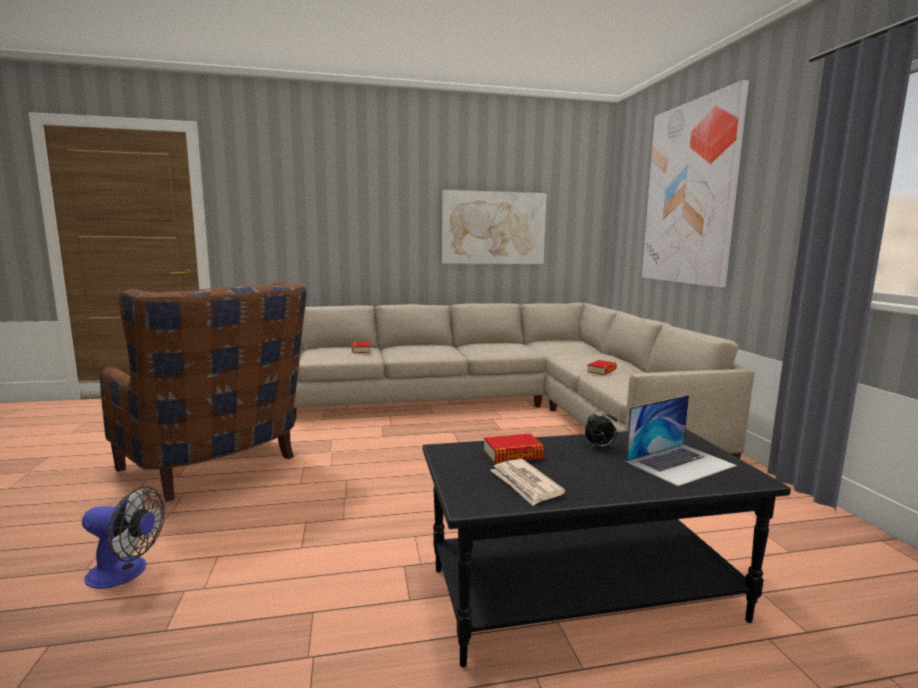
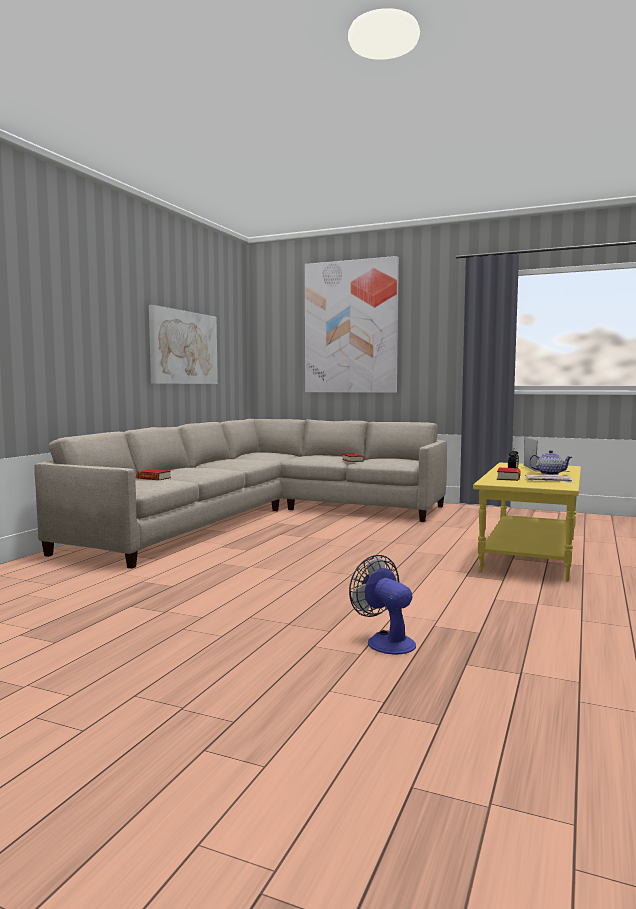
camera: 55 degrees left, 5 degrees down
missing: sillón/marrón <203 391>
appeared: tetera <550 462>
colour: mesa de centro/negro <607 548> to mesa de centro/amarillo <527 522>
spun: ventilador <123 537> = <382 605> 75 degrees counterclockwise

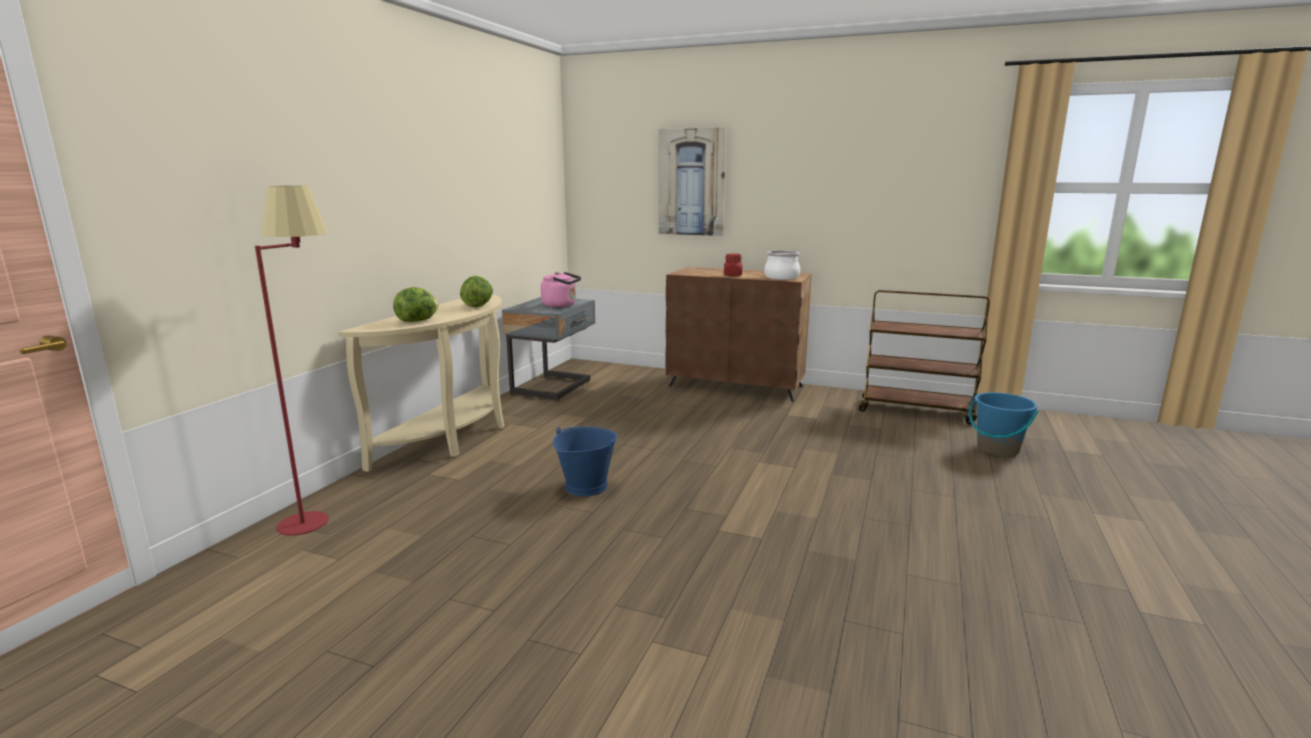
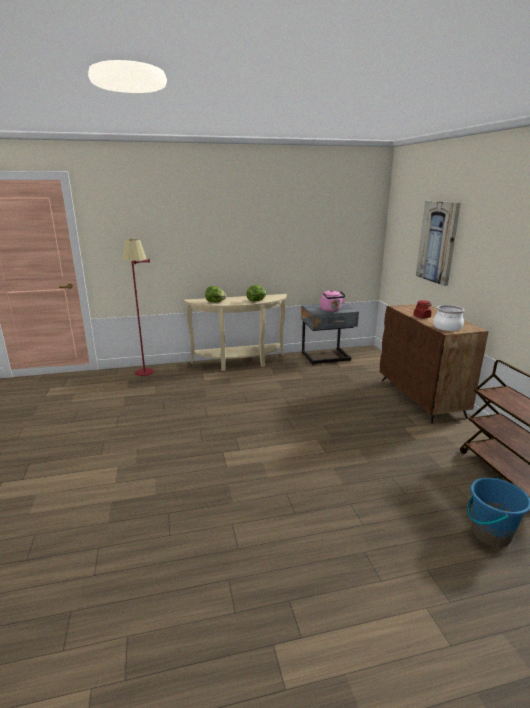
camera: 55 degrees right, 5 degrees up
missing: cubo/azul <585 461>

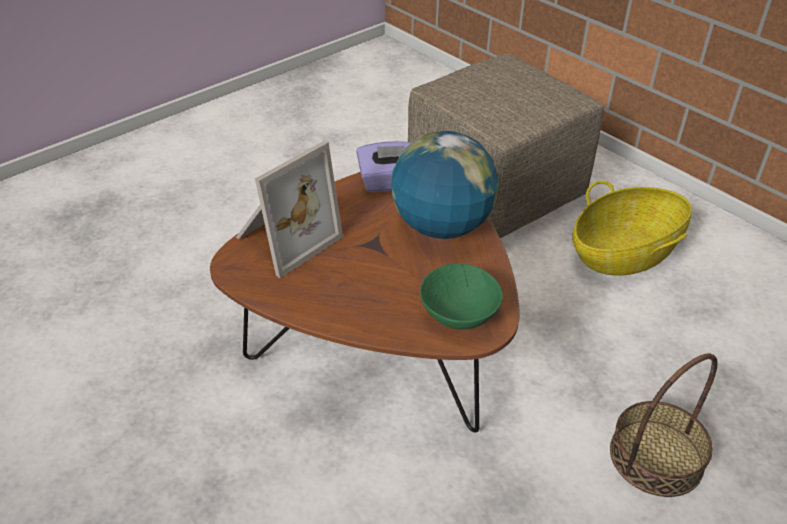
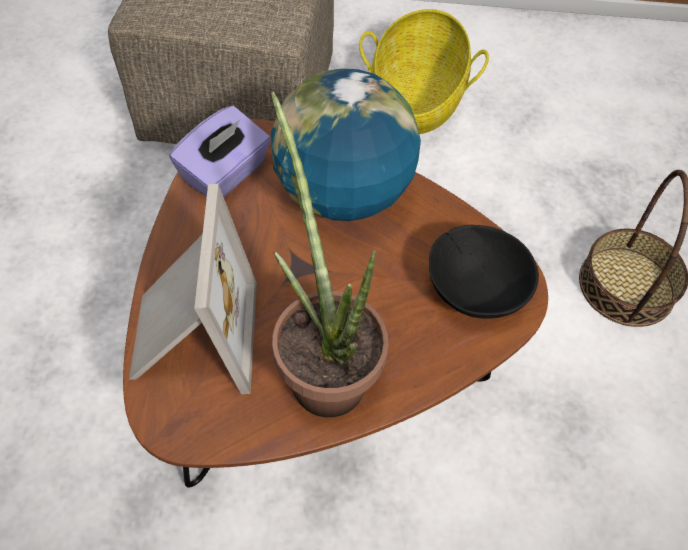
camera: 45 degrees left, 15 degrees up
appeared: planta en maceta <330 254>
colour: cuenco/verde <461 297> to cuenco/negro <484 272>

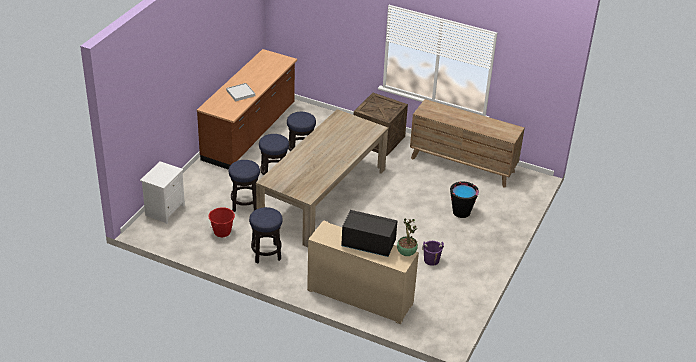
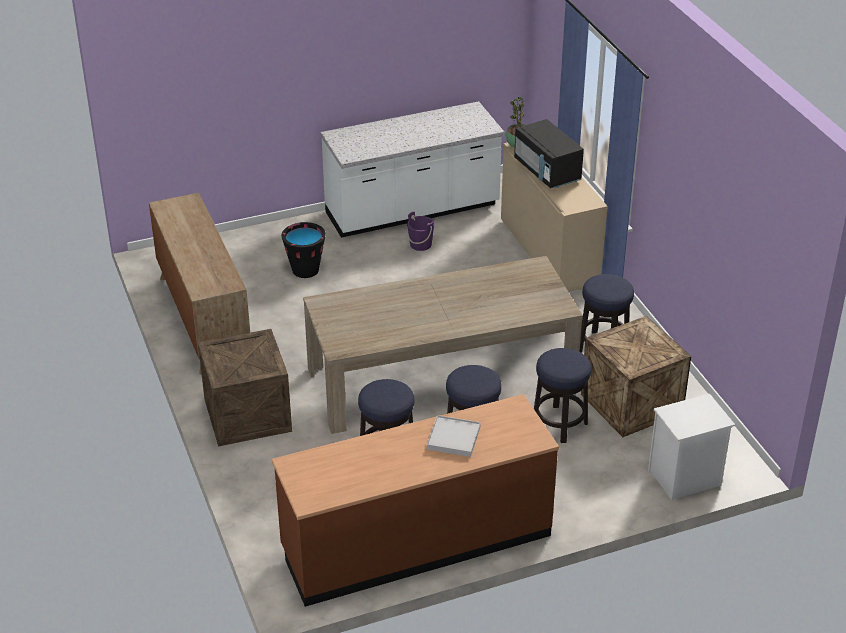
camera: 135 degrees left, 0 degrees up
appeared: mueble bajo de cocina/blanco <412 169>
exchanged: cubo/rojo <221 222> to caja de embalaje <636 376>

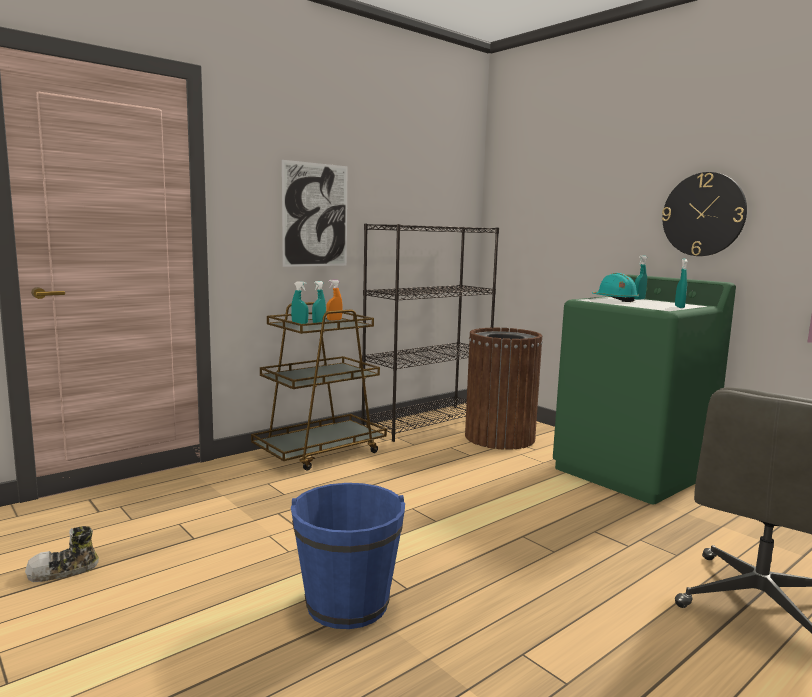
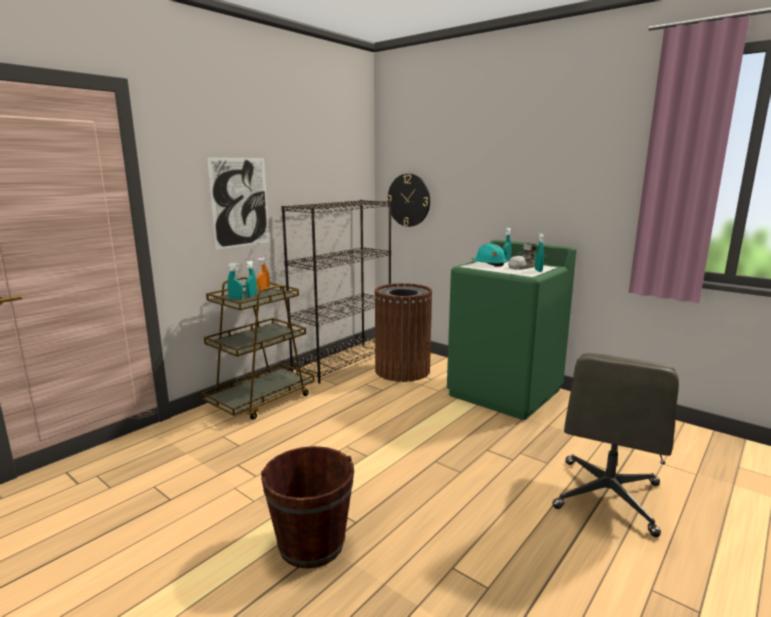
camera: 10 degrees left, 5 degrees up
relocated: reloj de pared <704 214> to <408 200>; zapato <62 554> to <522 257>
colour: cubo/azul <348 556> to cubo/marrón <307 507>

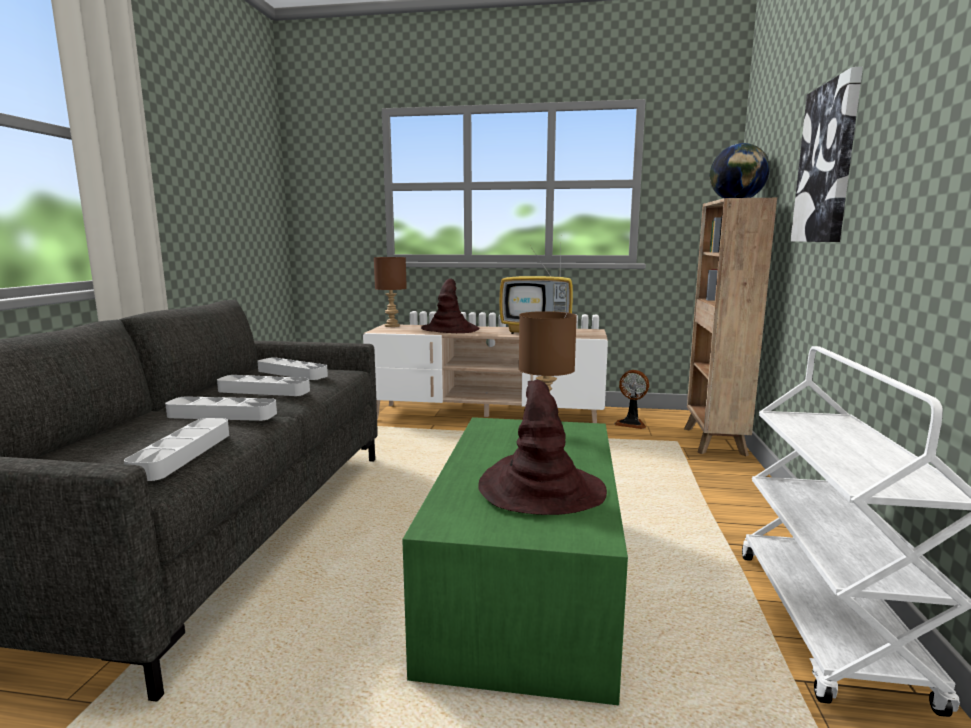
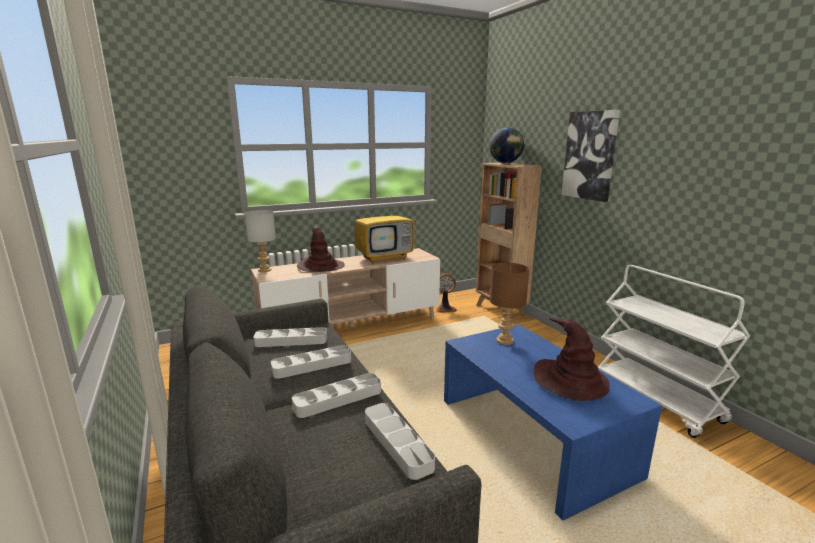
camera: 35 degrees left, 5 degrees up
colour: lámpara de mesa/marrón <390 292> to lámpara de mesa/gris <260 241>; mesa de centro/verde <515 561> to mesa de centro/azul <553 422>

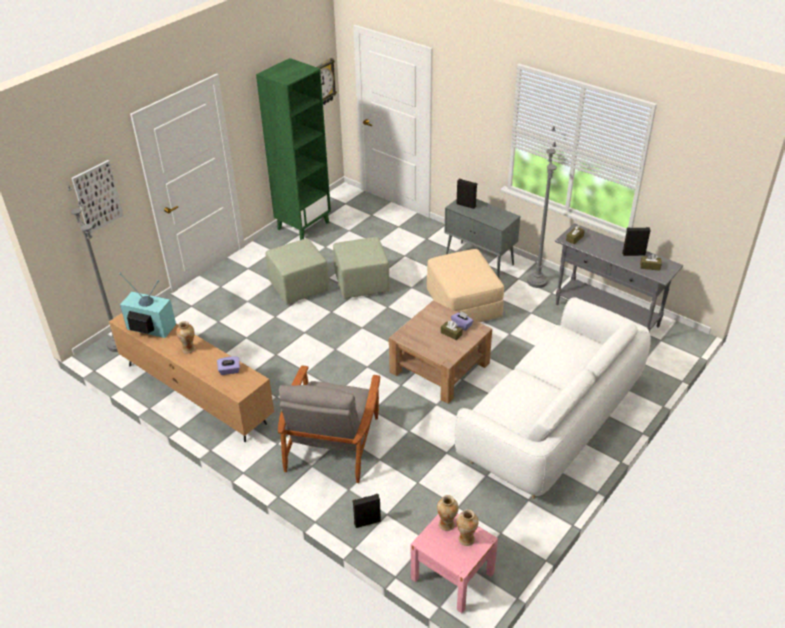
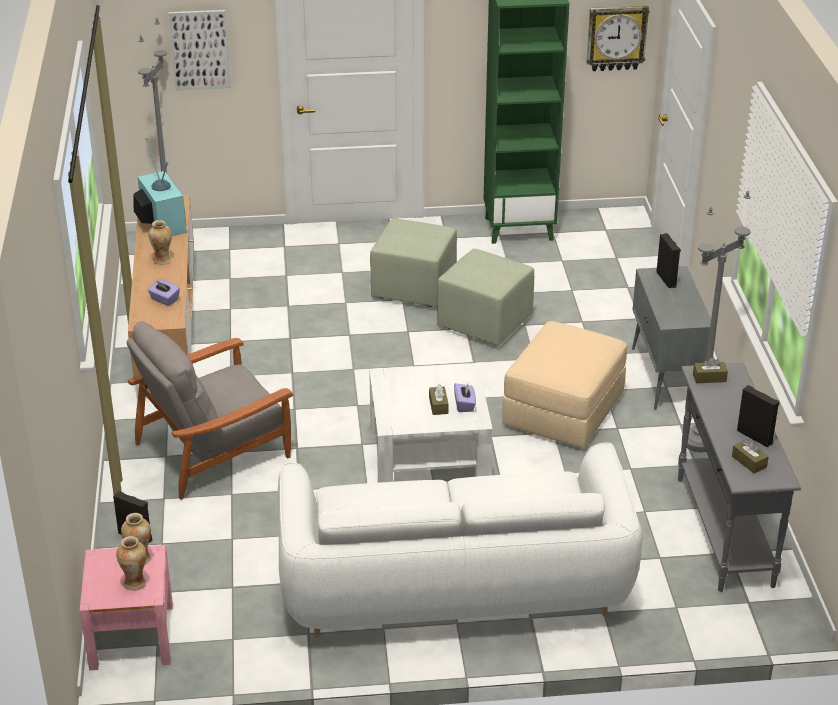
camera: 45 degrees right, 5 degrees down
colour: mesa de centro/marrón <440 352> to mesa de centro/blanco <431 423>

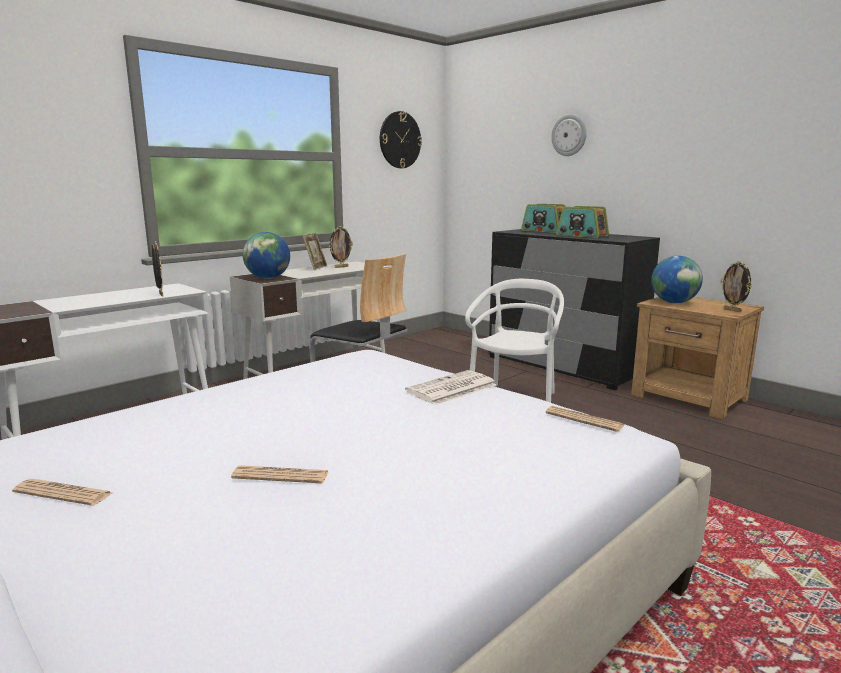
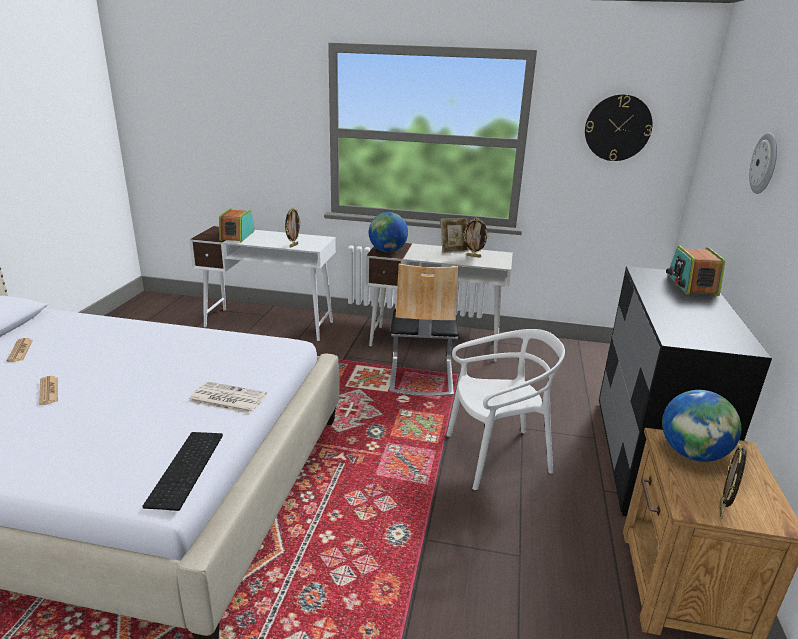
camera: 55 degrees right, 10 degrees up
relocated: radio <582 222> to <235 225>
exchanged: periódico <585 419> to teclado <182 471>

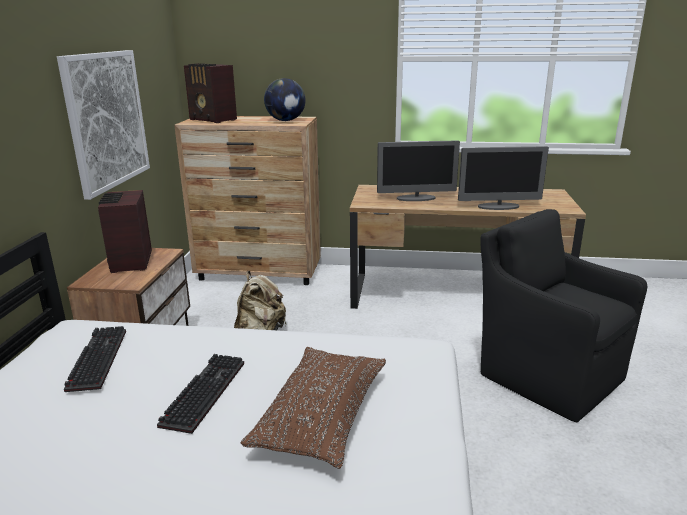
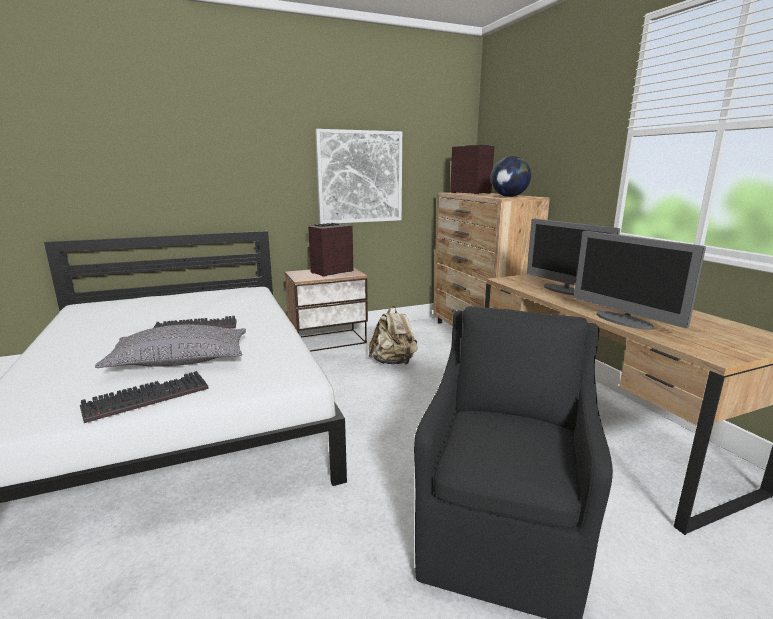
camera: 60 degrees right, 5 degrees down
relocated: teclado <95 359> to <144 397>
colour: cojín/marrón <313 408> to cojín/gris <170 346>
spun: radio <210 93> = <472 169> 135 degrees clockwise

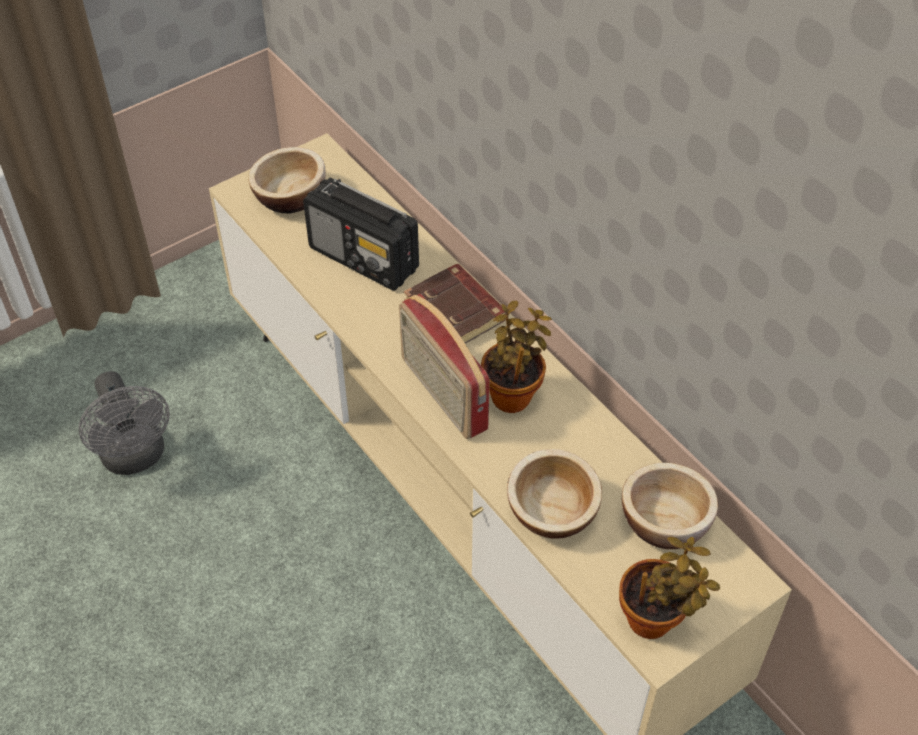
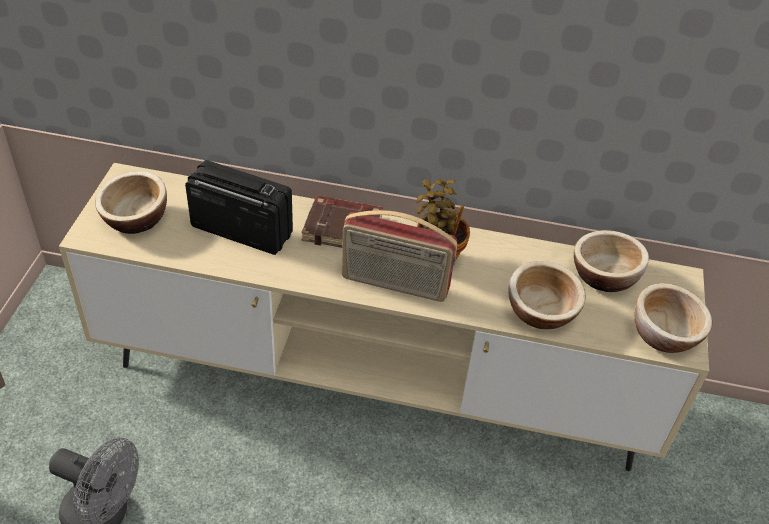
camera: 45 degrees left, 5 degrees down
exchanged: planta en maceta <669 588> to cuenco <673 318>
spun: radio <361 234> = <239 207> 150 degrees counterclockwise

